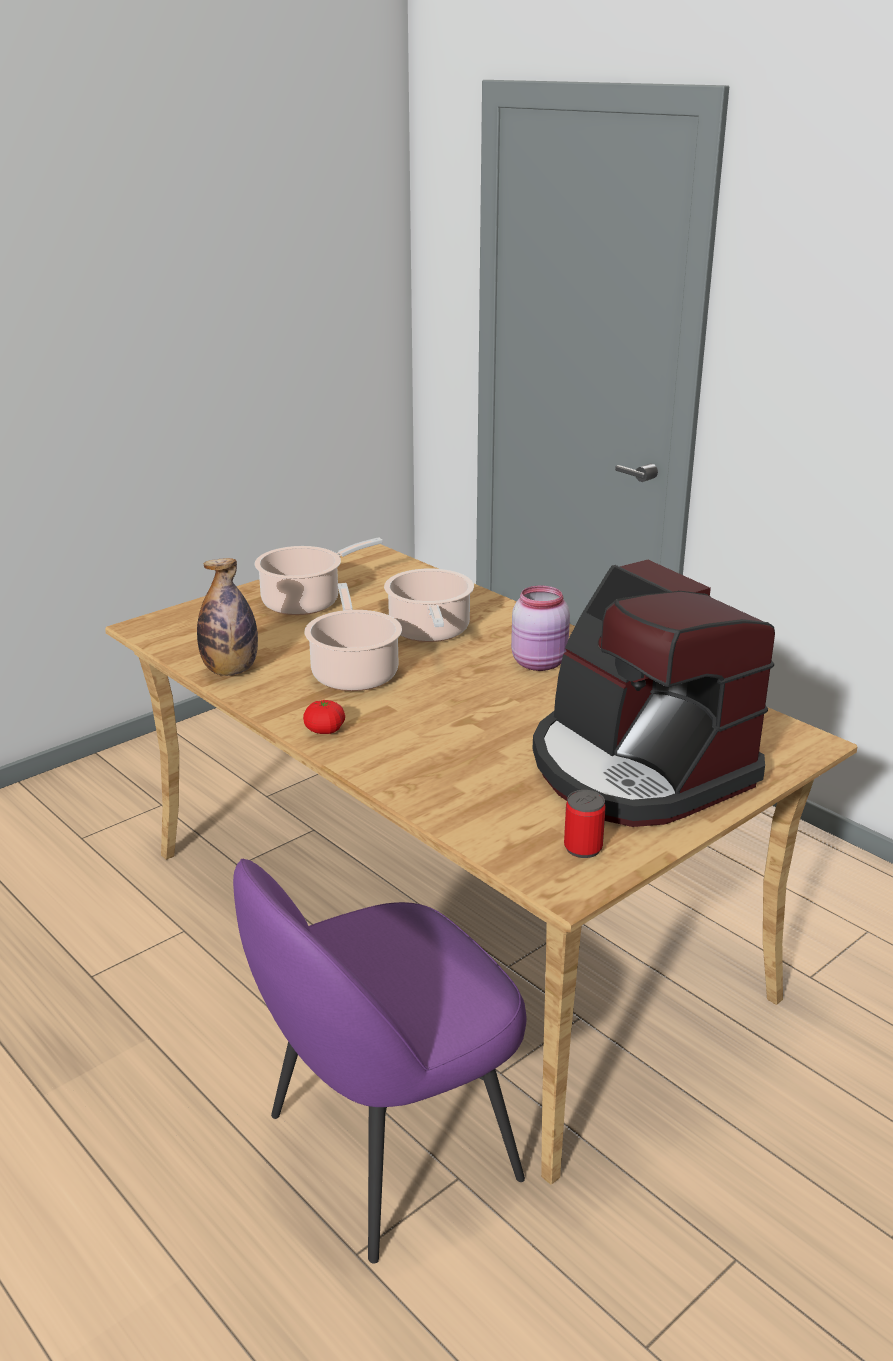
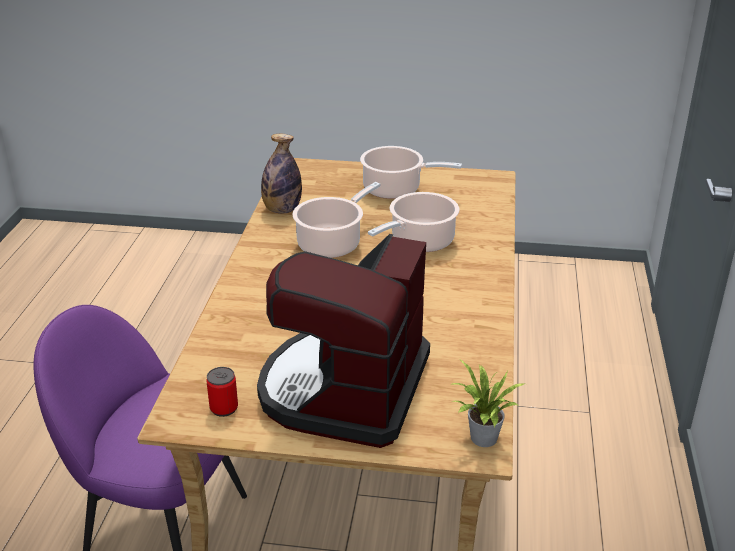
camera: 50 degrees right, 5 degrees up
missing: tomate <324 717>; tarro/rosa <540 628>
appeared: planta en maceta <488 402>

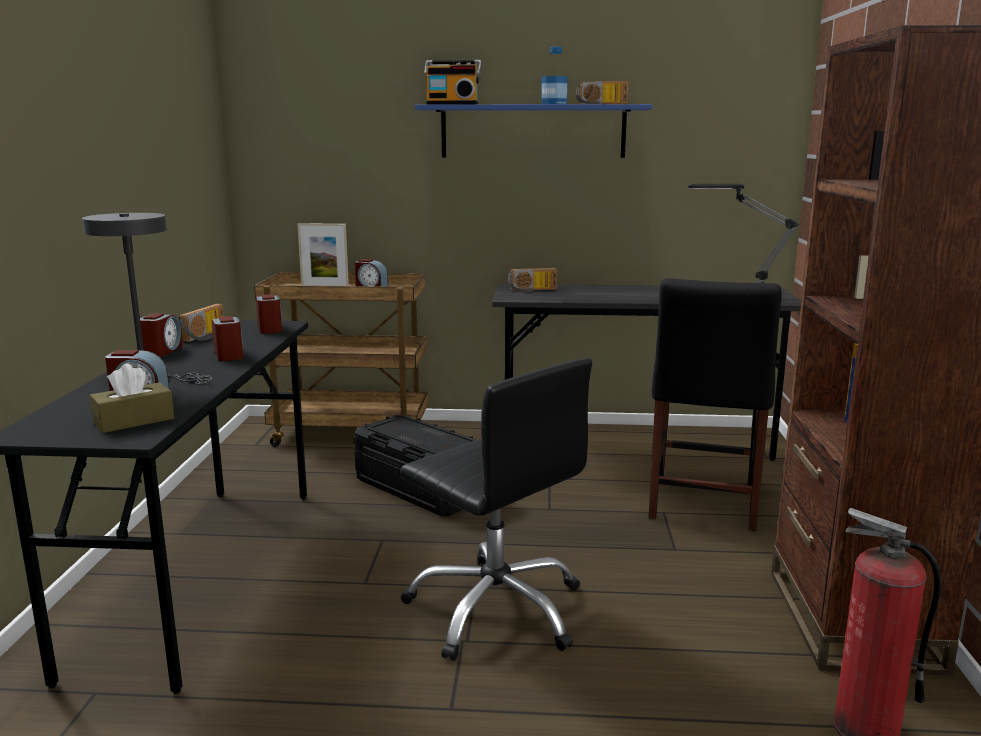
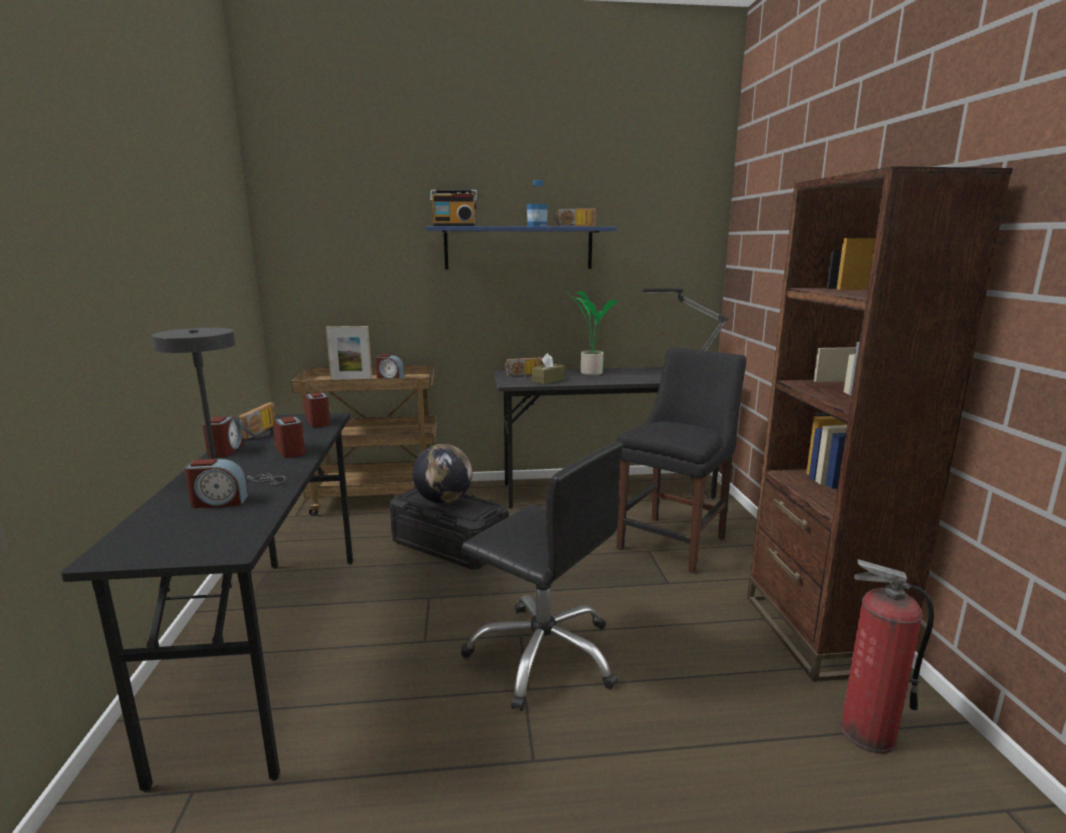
camera: 10 degrees left, 0 degrees up
appeared: globo terráqueo <442 474>; planta en maceta <592 333>
relocated: caja de pañuelos/marrón <131 398> to <548 368>
spun: silla/negro <715 404> = <681 460> 150 degrees counterclockwise

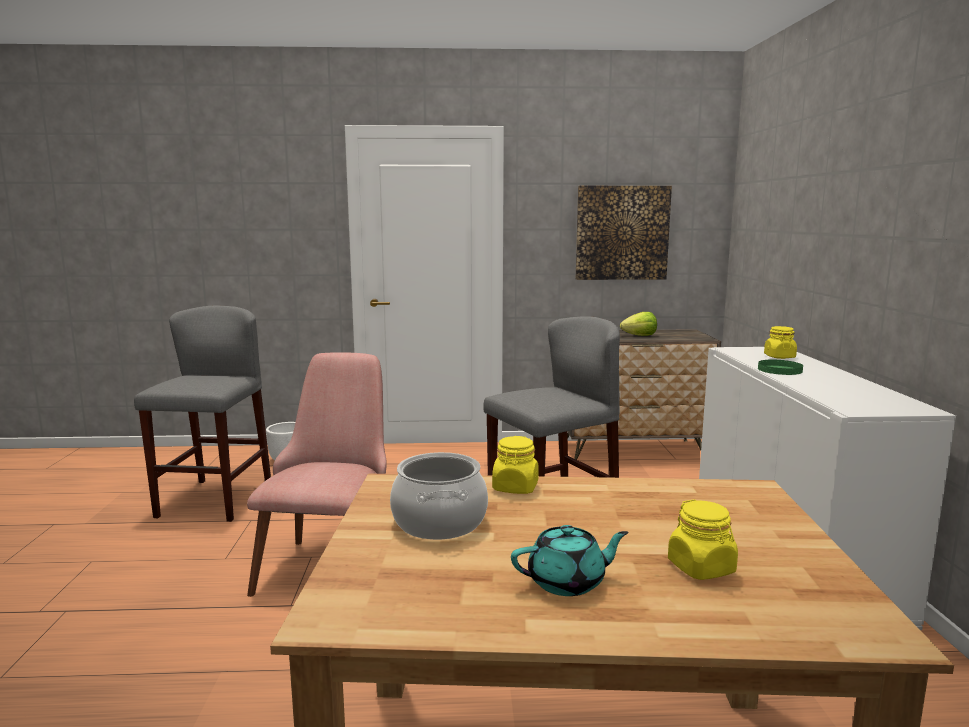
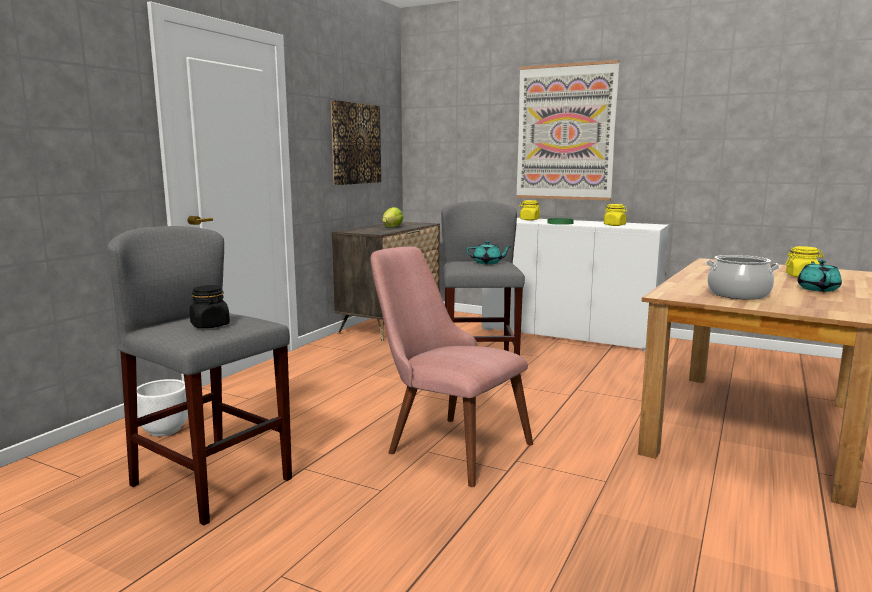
camera: 60 degrees left, 0 degrees up
appeared: tarro/negro <210 306>; tetera/turquesa <489 252>; cuadro <567 130>
relocated: tarro/amarillo <515 465> to <615 215>

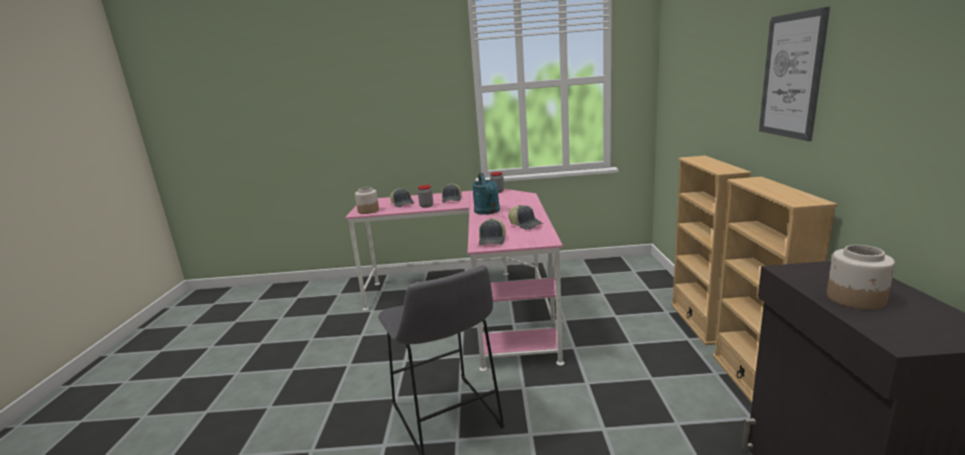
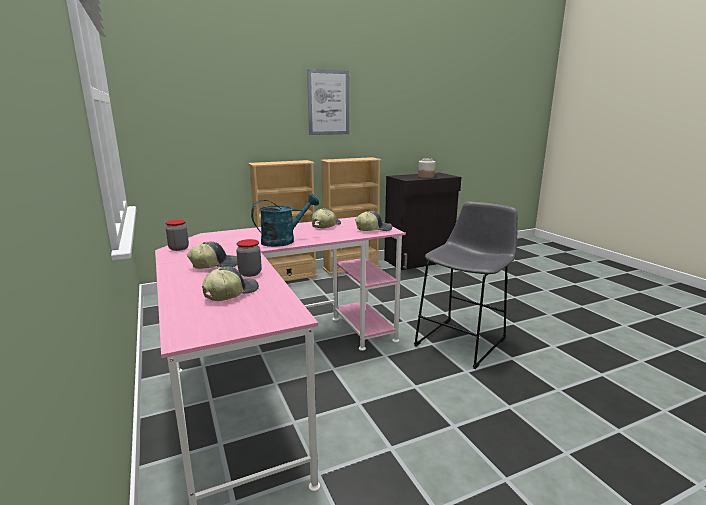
camera: 115 degrees left, 0 degrees up
missing: tarro <367 200>

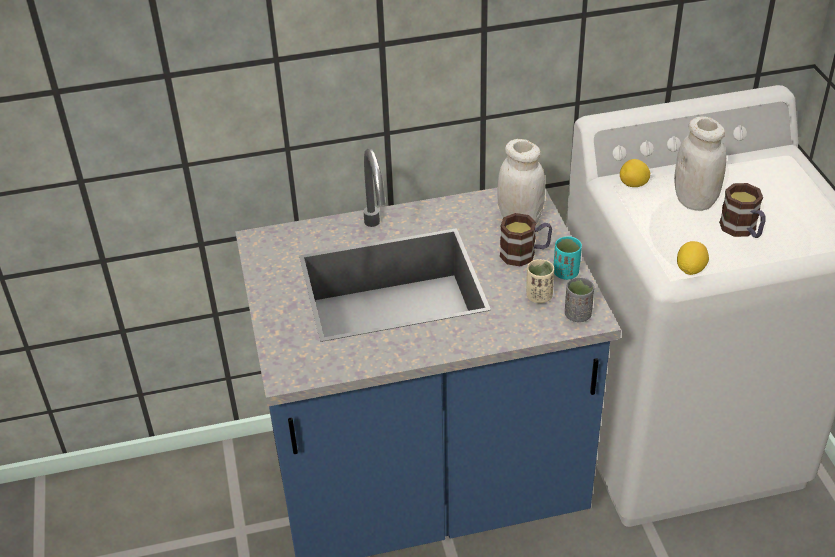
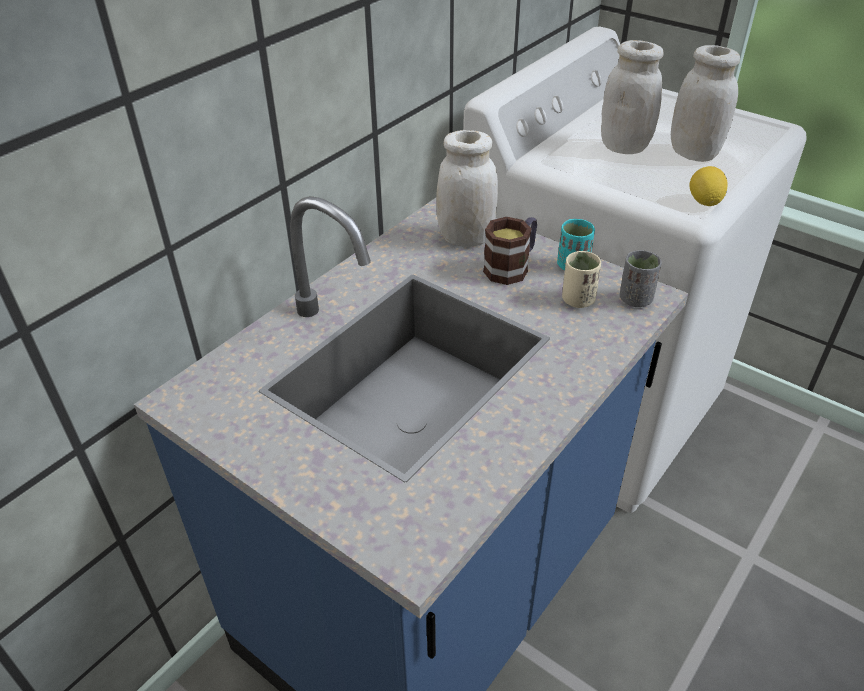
camera: 40 degrees left, 0 degrees up
missing: limón <635 173>
exchanged: taza grande <742 210> to tarro/blanco <705 103>

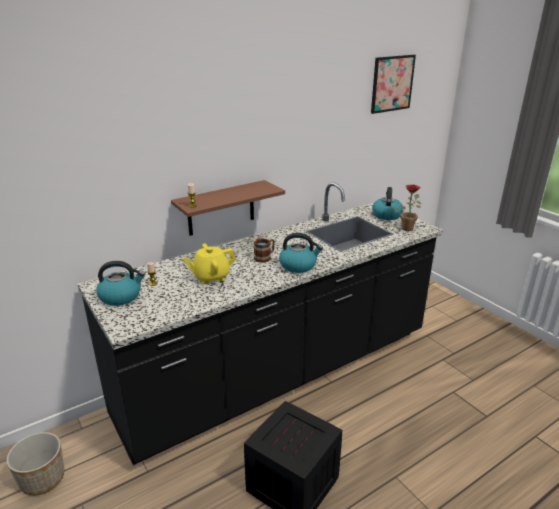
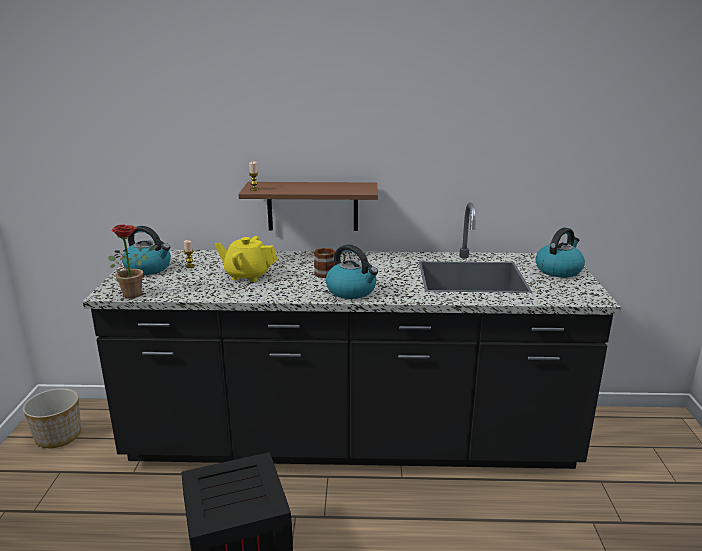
camera: 35 degrees right, 5 degrees down
missing: cuadro <393 84>
relocated: planta en maceta <407 208> to <133 261>

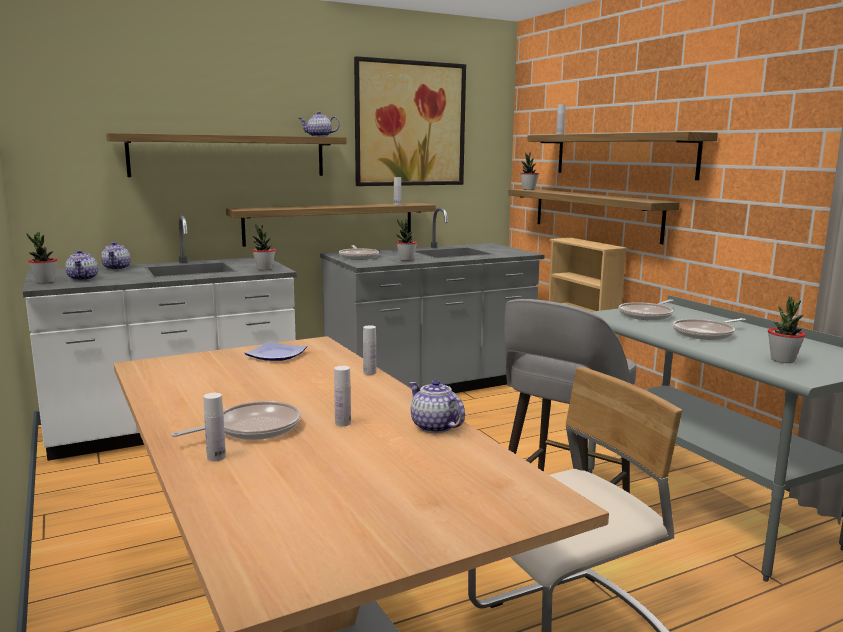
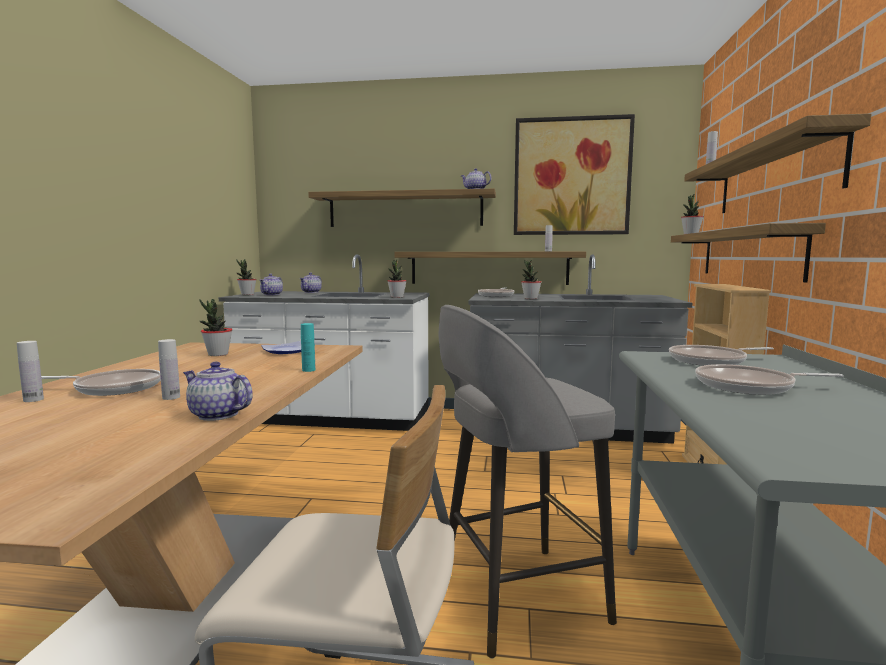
camera: 35 degrees right, 5 degrees down
relocated: planta en maceta <787 330> to <216 327>
colour: botella/blanco <369 350> to botella/turquesa <308 347>
spun: tetera <437 406> = <218 391> 60 degrees counterclockwise

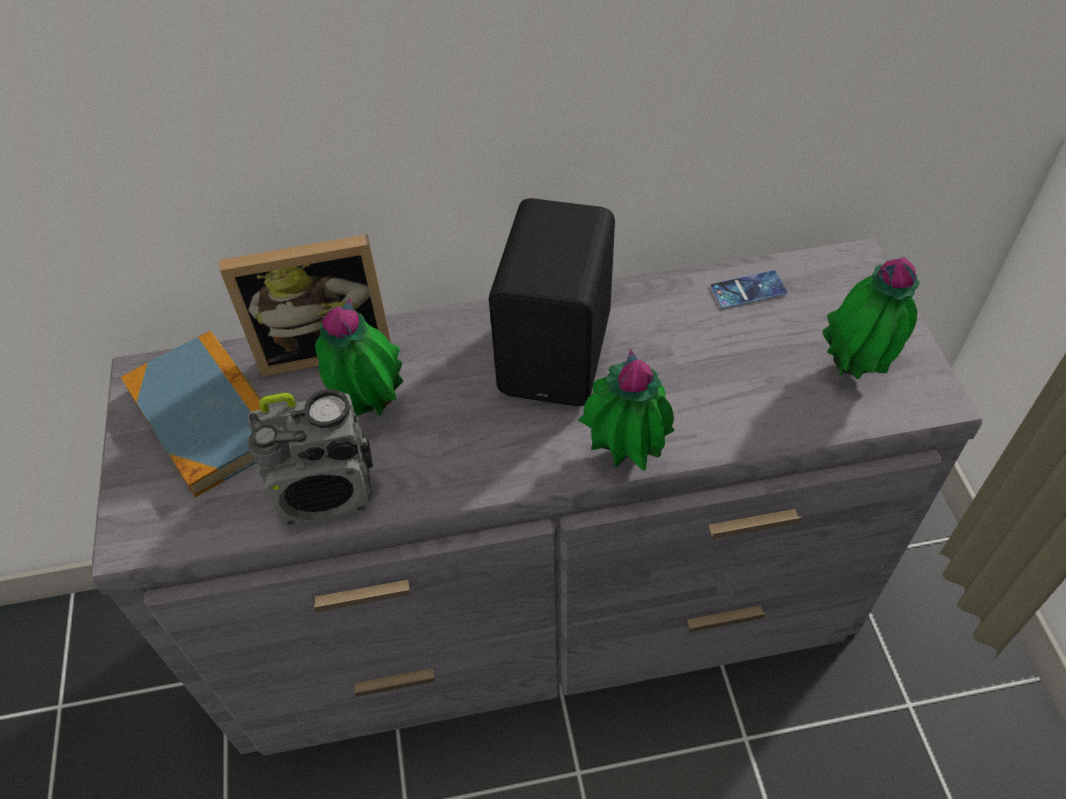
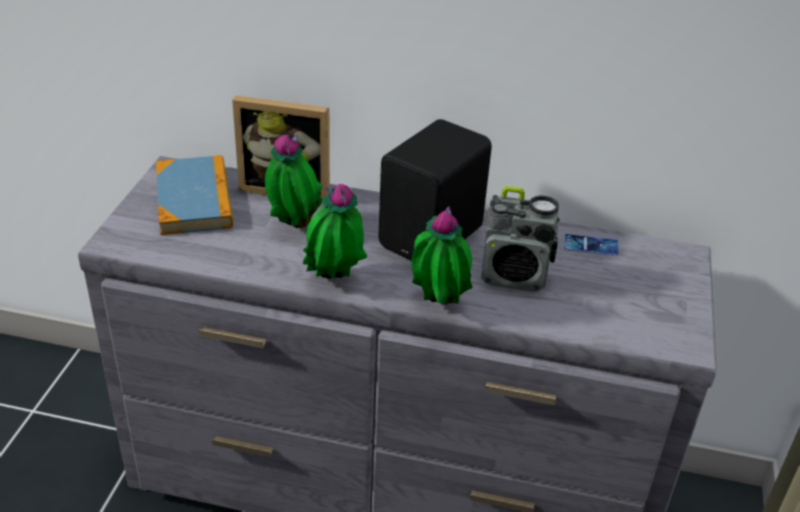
camera: 20 degrees right, 15 degrees down
relocated: planta en maceta <871 318> to <335 231>; radio <310 457> to <520 239>

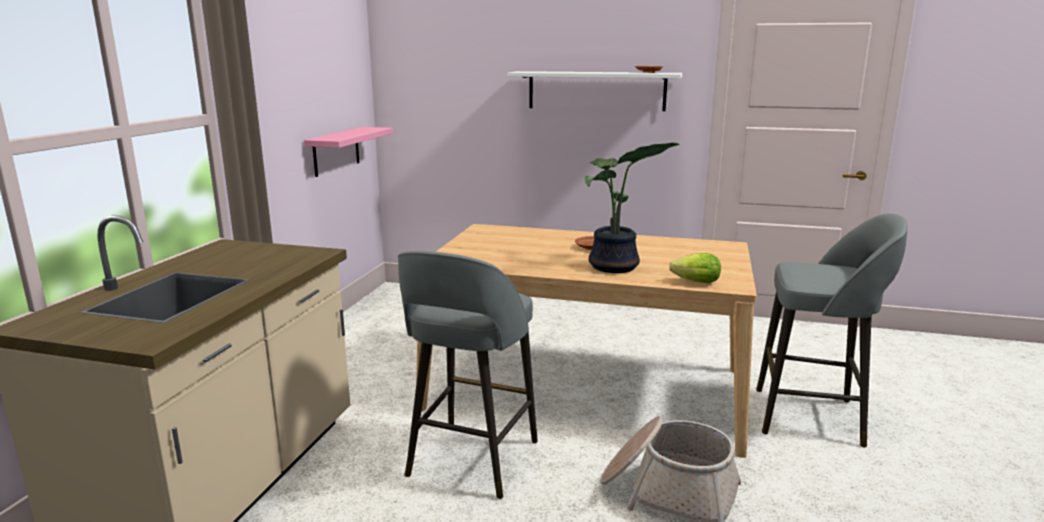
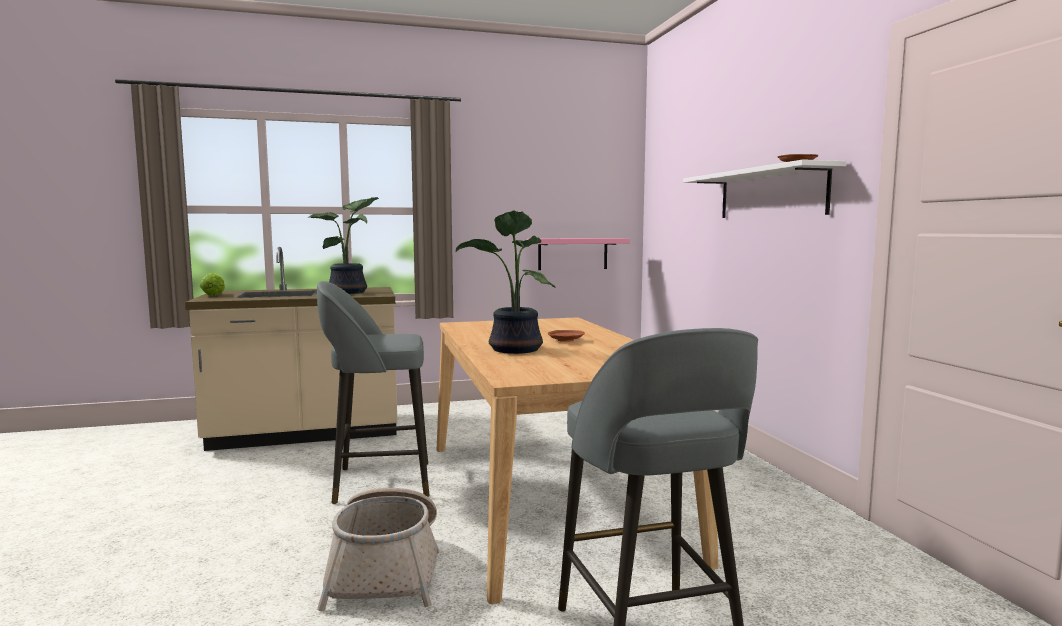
camera: 60 degrees right, 10 degrees down
appeared: planta en maceta <343 245>
relocated: lechuga <695 268> to <212 284>

